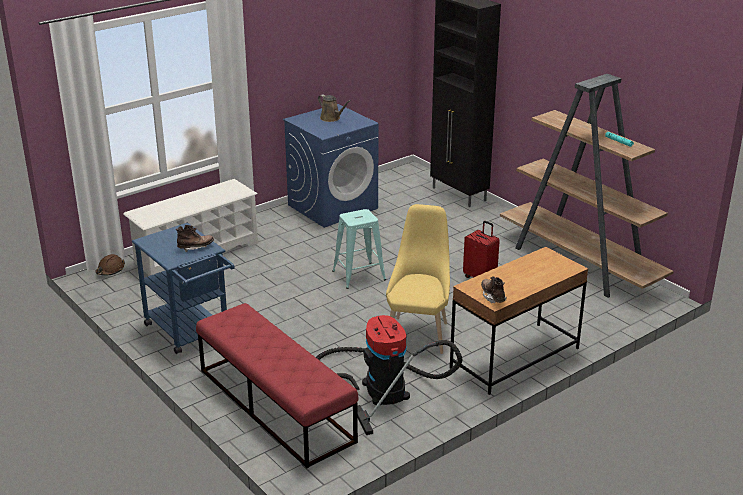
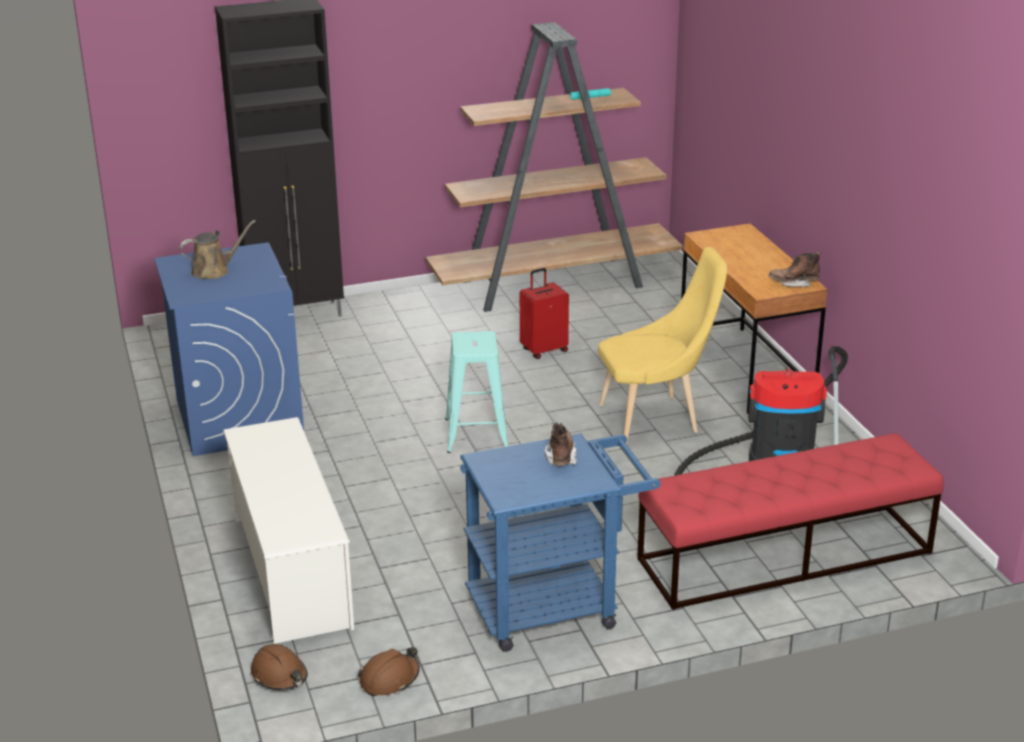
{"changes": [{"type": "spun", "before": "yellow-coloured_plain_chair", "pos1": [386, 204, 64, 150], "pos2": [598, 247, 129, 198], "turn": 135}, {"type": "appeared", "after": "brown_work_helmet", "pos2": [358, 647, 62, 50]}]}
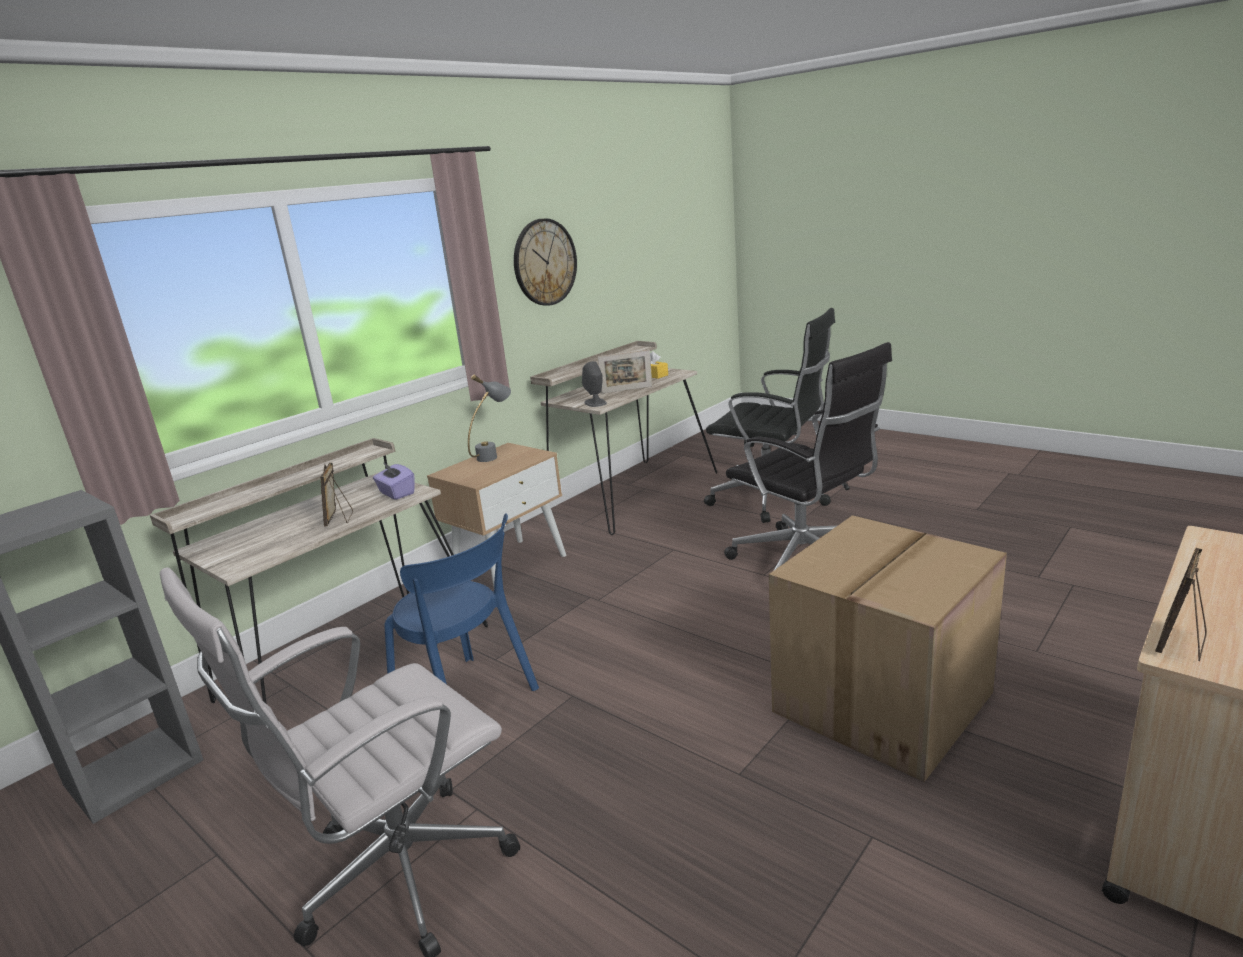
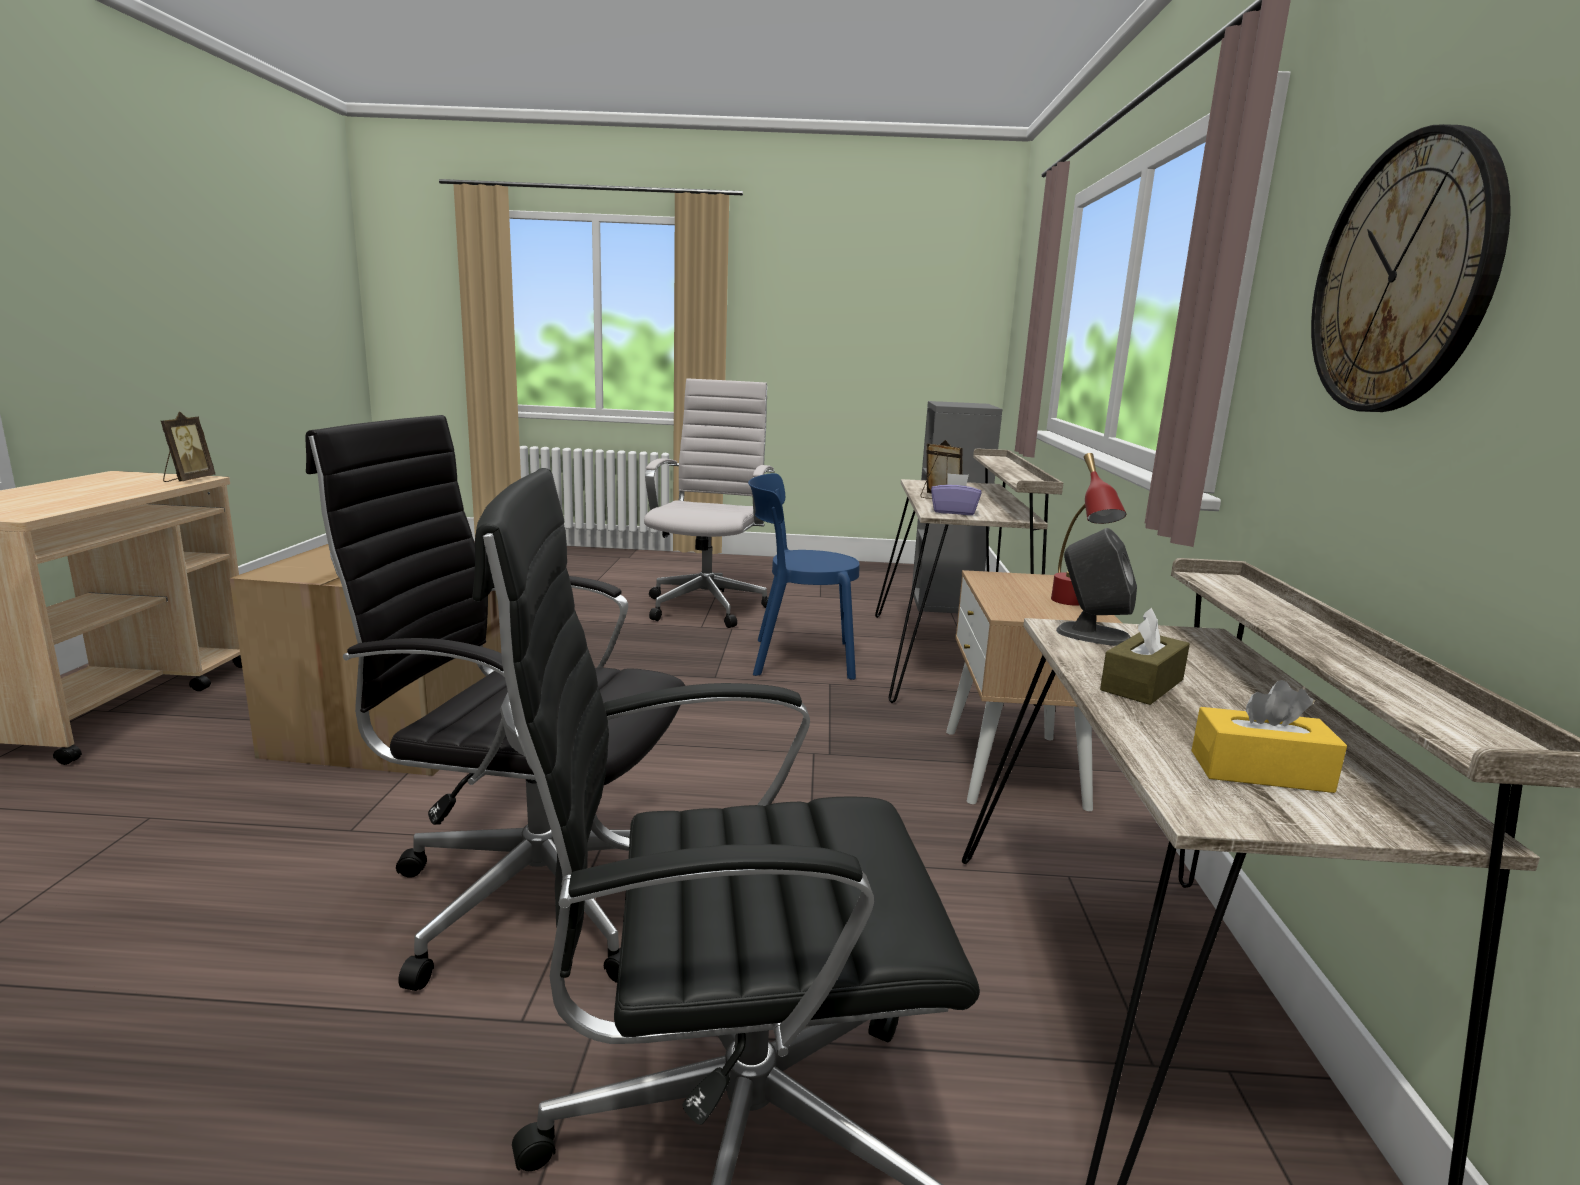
{"changes": [{"type": "colour", "before": "grey_table_lamp", "after": "red-coloured_table_lamp", "pos1": [468, 375, 43, 87], "pos2": [1051, 453, 75, 153]}, {"type": "exchanged", "before": "picture_frame", "after": "brown_tissue_box", "pos1": [598, 350, 54, 43], "pos2": [1100, 608, 90, 97]}]}
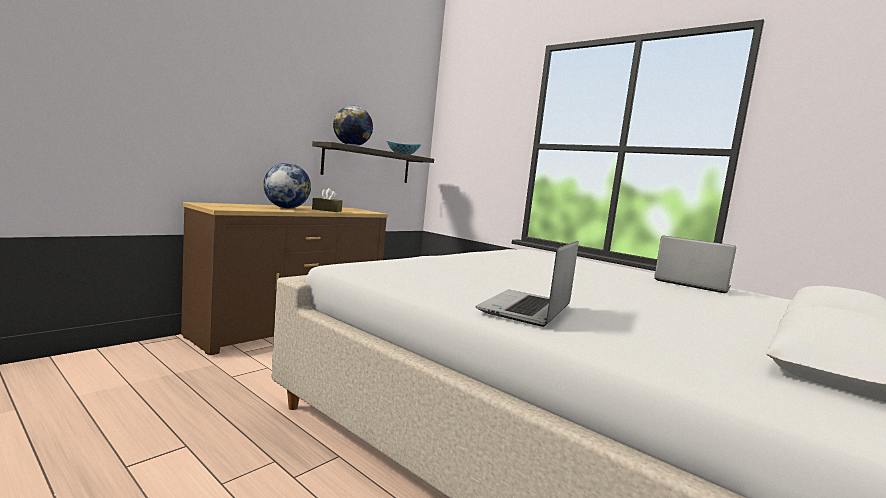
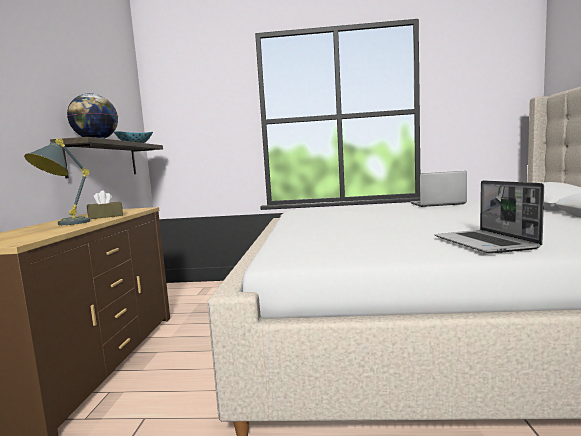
{"changes": [{"type": "exchanged", "before": "desk_globe", "after": "grey_table_lamp", "pos1": [263, 163, 48, 45], "pos2": [24, 138, 66, 87]}]}
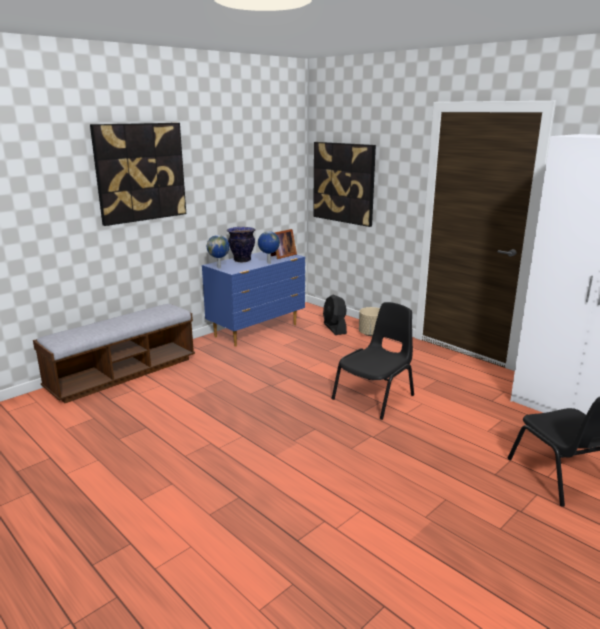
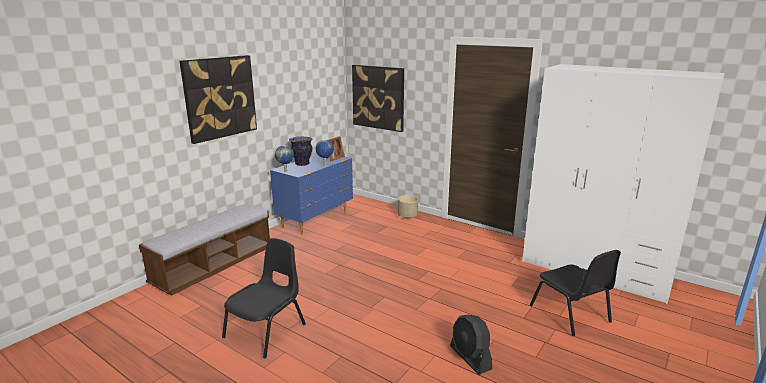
{"changes": [{"type": "relocated", "before": "black_electric_fan", "pos1": [323, 295, 24, 40], "pos2": [450, 315, 42, 60]}, {"type": "relocated", "before": "black_plain_chair", "pos1": [332, 302, 82, 118], "pos2": [222, 238, 84, 120]}]}
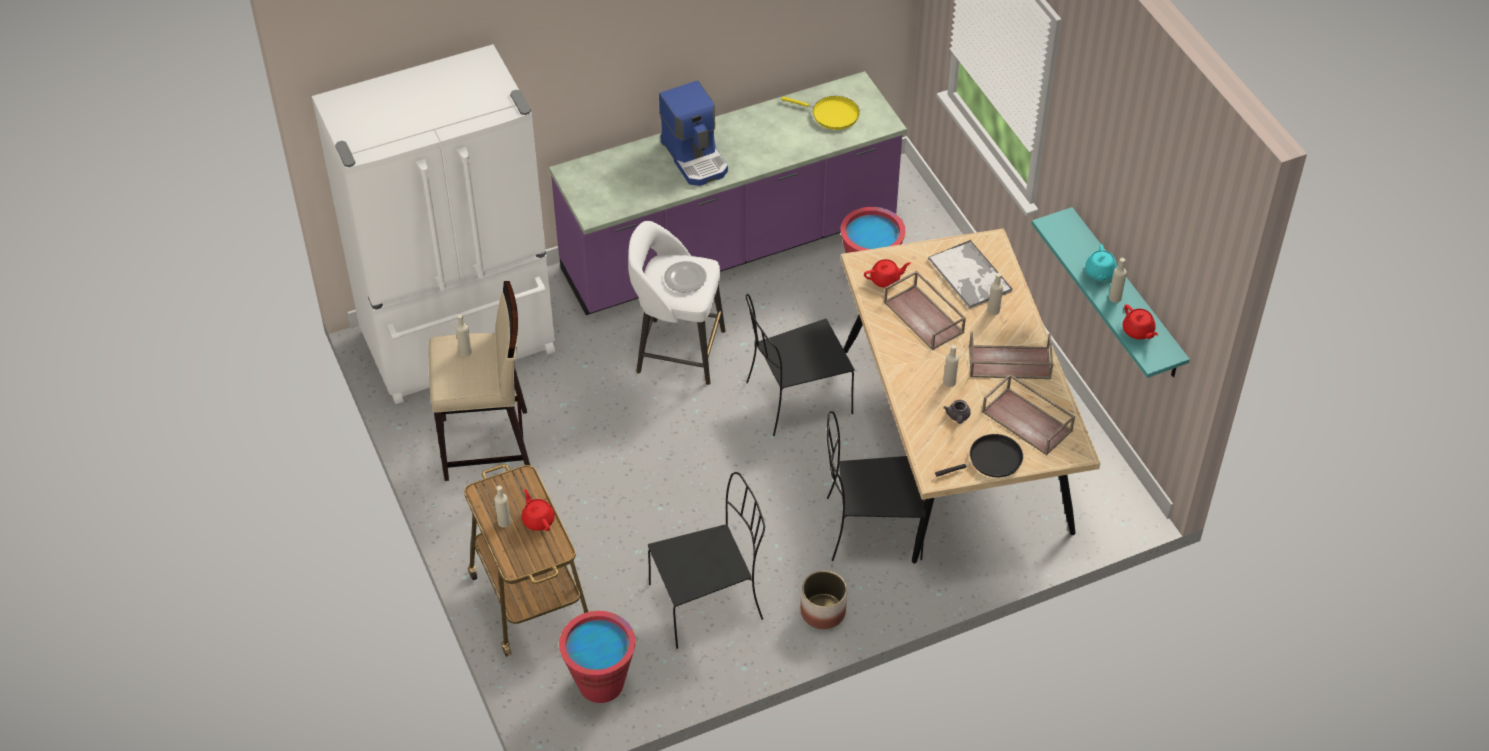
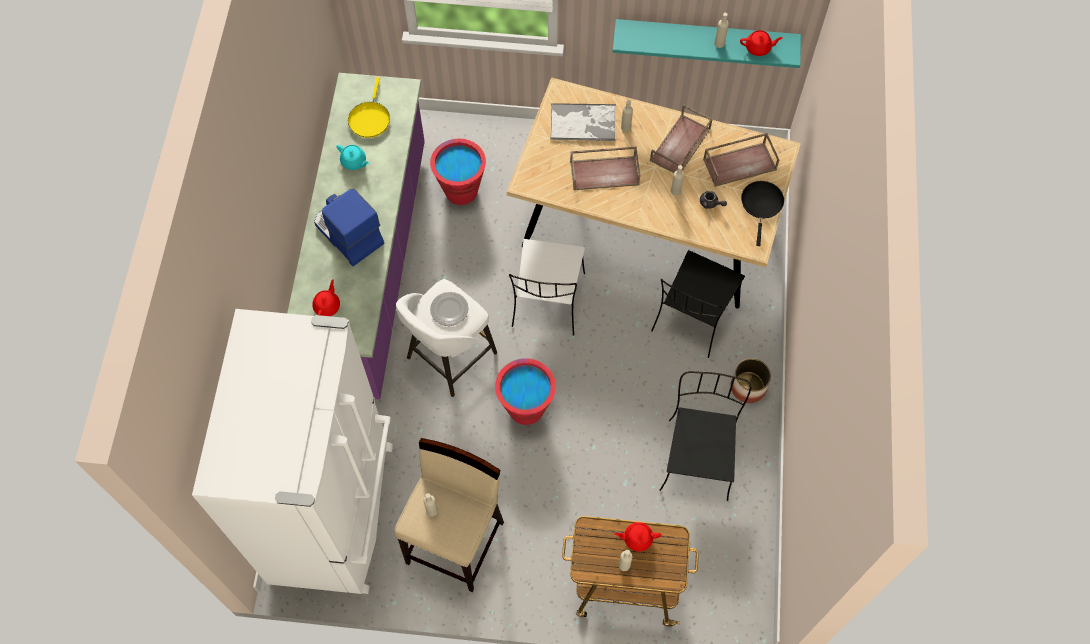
{"changes": [{"type": "relocated", "before": "red-coloured_bucket", "pos1": [559, 611, 77, 92], "pos2": [495, 358, 61, 67]}, {"type": "spun", "before": "coffee_maker", "pos1": [659, 81, 69, 105], "pos2": [314, 189, 70, 77], "turn": -135}, {"type": "colour", "before": "black_plain_chair", "after": "white-coloured_plain_chair", "pos1": [745, 294, 109, 142], "pos2": [509, 239, 76, 97]}, {"type": "spun", "before": "yellow-coloured_skillet", "pos1": [781, 96, 79, 34], "pos2": [348, 77, 42, 61], "turn": 135}, {"type": "relocated", "before": "red-coloured_pot_for_tea", "pos1": [864, 259, 47, 29], "pos2": [312, 279, 28, 37]}, {"type": "relocated", "before": "turquoise_pot_for_tea", "pos1": [1085, 244, 32, 37], "pos2": [336, 145, 33, 25]}]}
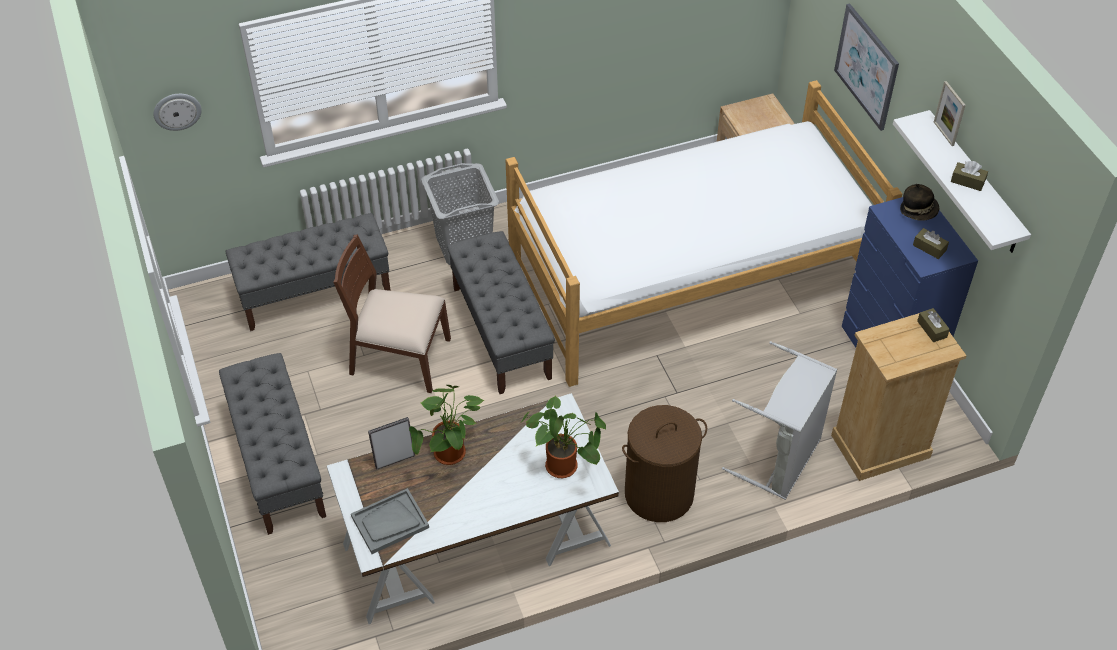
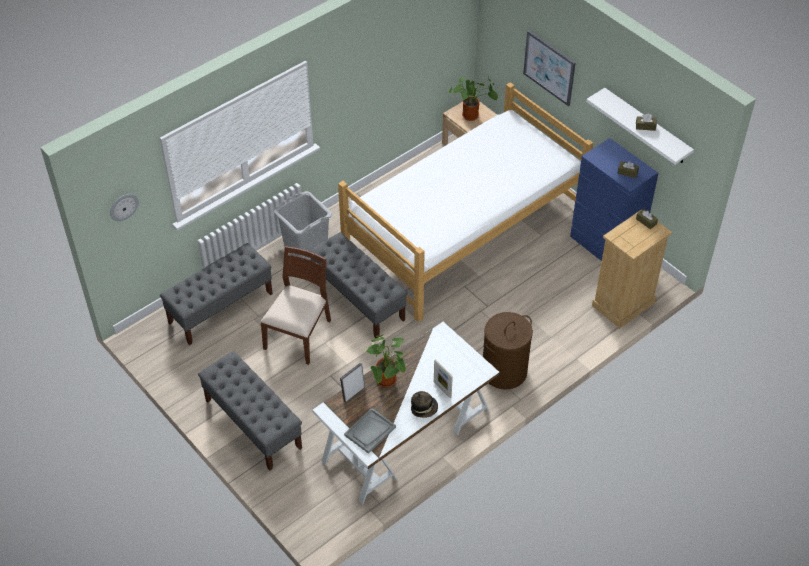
{"changes": [{"type": "spun", "before": "brown_plain_chair", "pos1": [333, 235, 118, 158], "pos2": [261, 246, 70, 119], "turn": 120}, {"type": "relocated", "before": "potted_plant", "pos1": [520, 396, 86, 82], "pos2": [448, 77, 50, 44]}, {"type": "missing", "before": "grey_laundry_basket", "pos1": [722, 341, 115, 159]}, {"type": "relocated", "before": "wearable_hat", "pos1": [900, 184, 39, 37], "pos2": [411, 391, 27, 27]}, {"type": "relocated", "before": "picture_frame", "pos1": [934, 81, 32, 65], "pos2": [434, 359, 19, 39]}]}
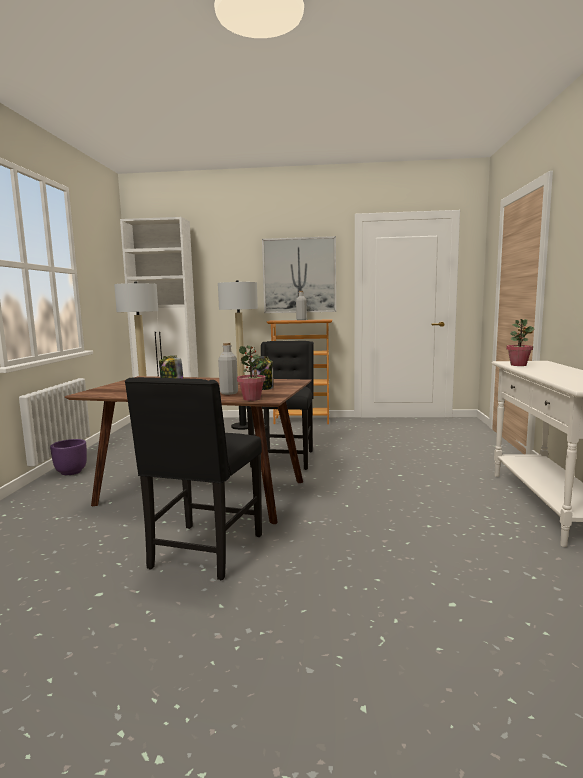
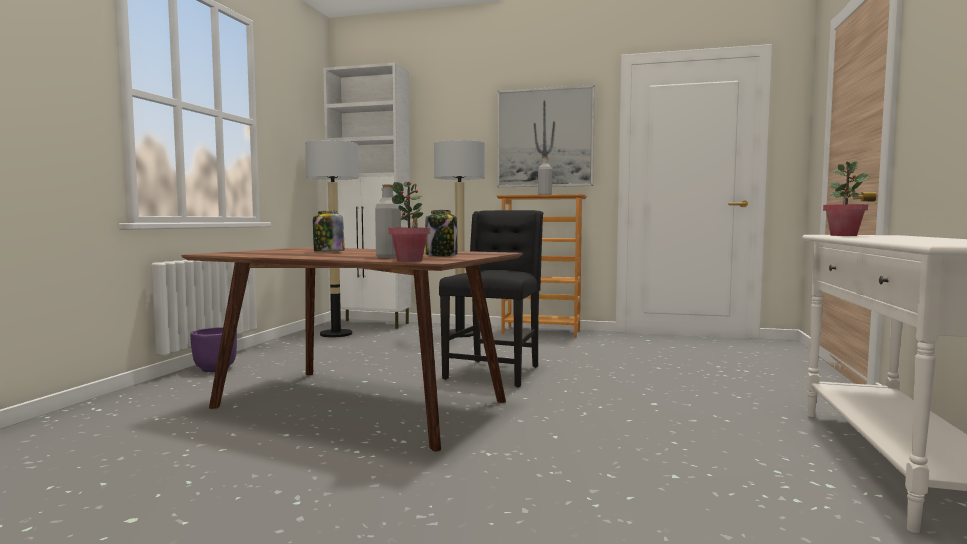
{"changes": [{"type": "missing", "before": "black_plain_chair", "pos1": [125, 377, 137, 203]}]}
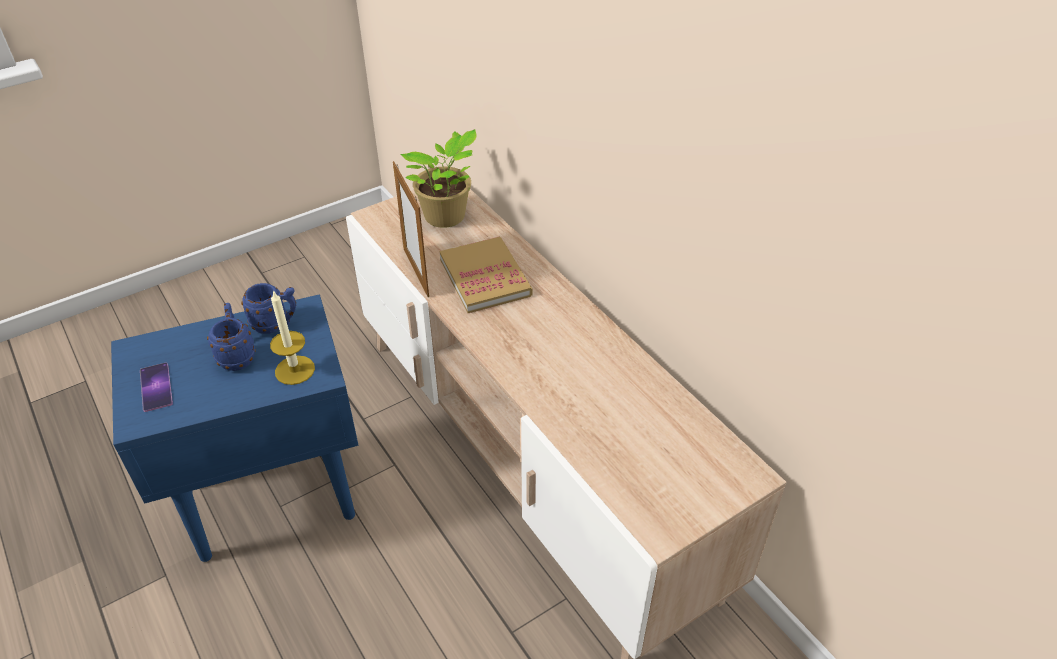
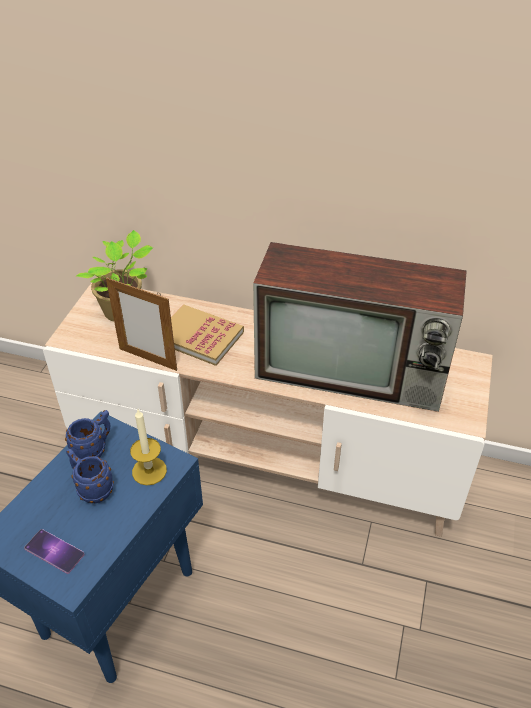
{"changes": [{"type": "appeared", "after": "TV_set", "pos2": [253, 242, 214, 170]}]}
